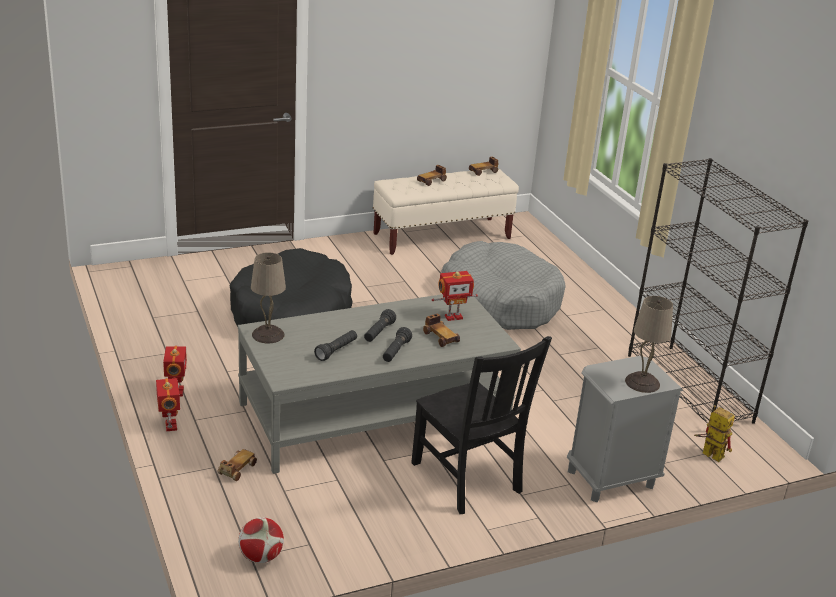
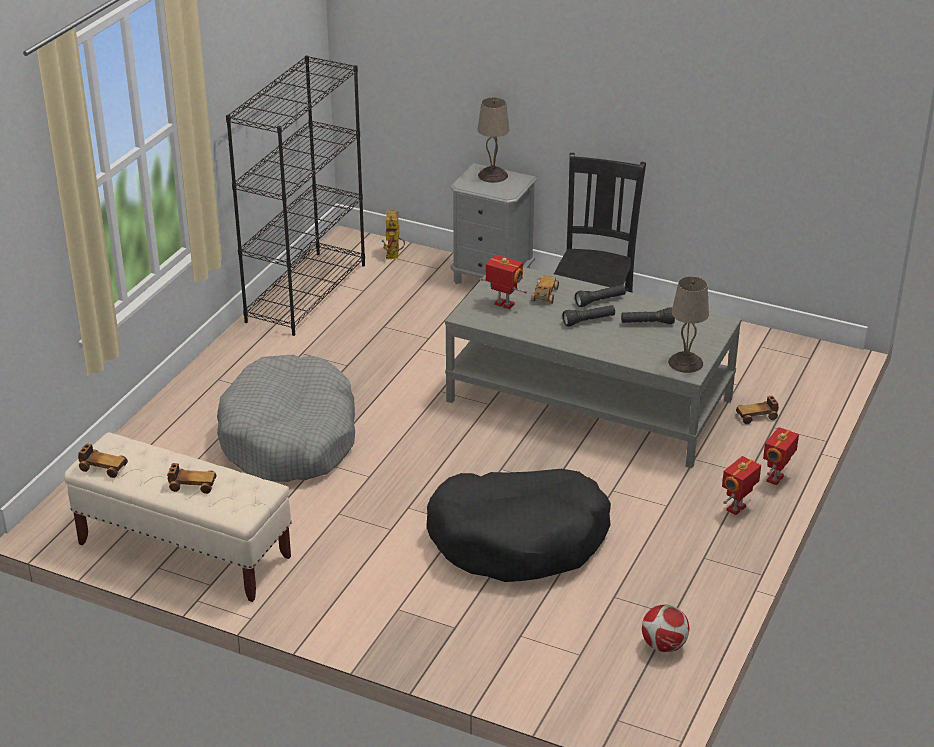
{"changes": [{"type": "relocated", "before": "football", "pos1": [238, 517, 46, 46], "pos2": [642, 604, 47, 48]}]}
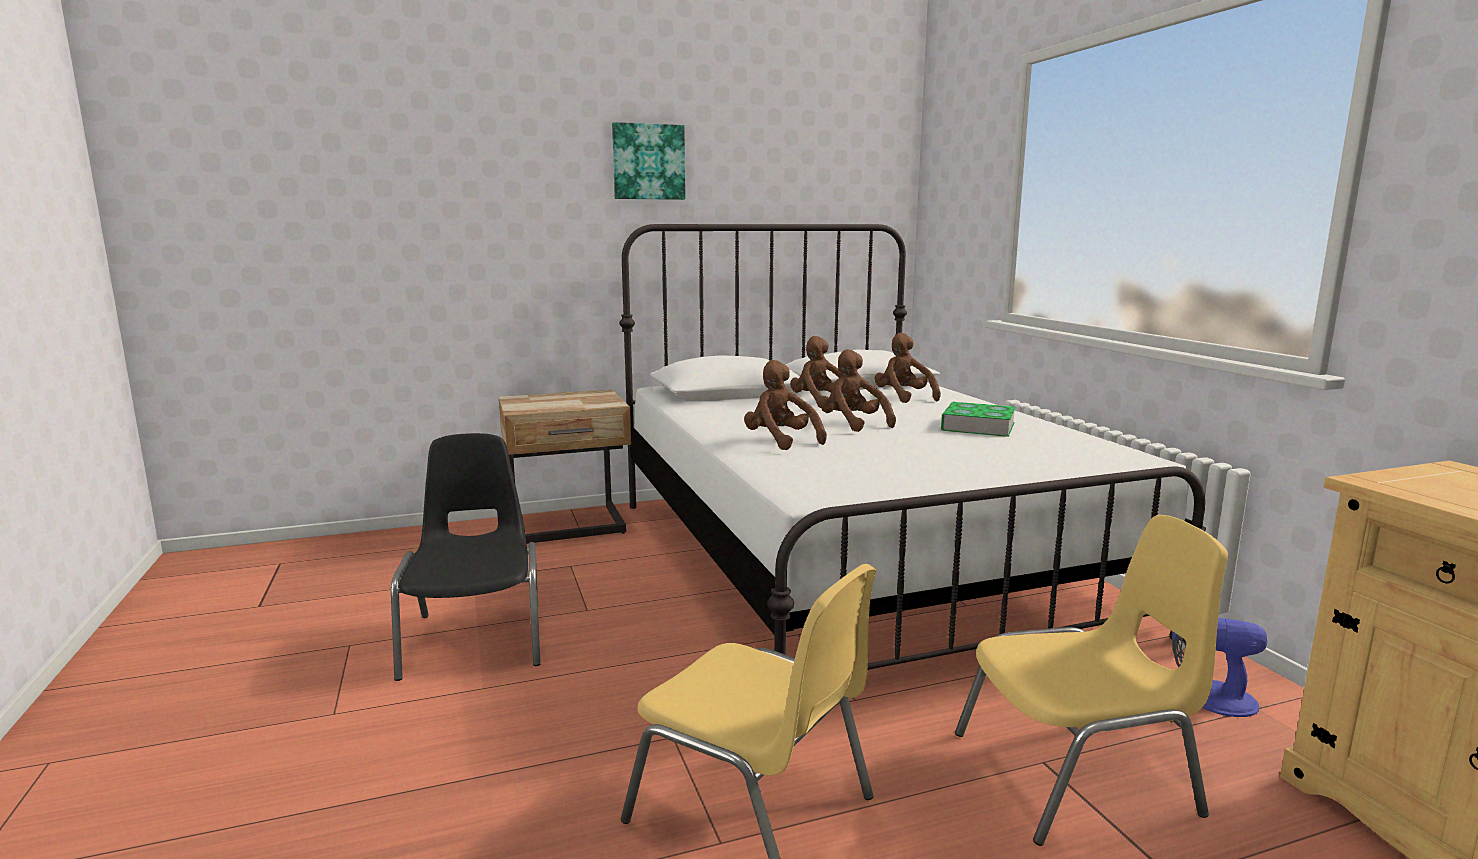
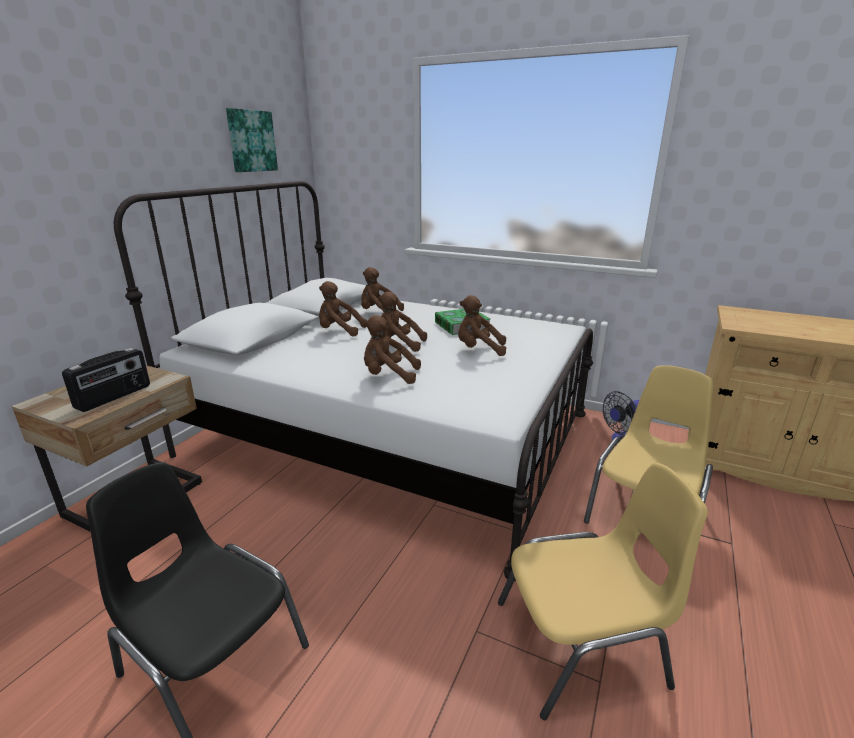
{"changes": [{"type": "relocated", "before": "picture", "pos1": [612, 122, 73, 78], "pos2": [226, 108, 52, 64]}, {"type": "appeared", "after": "radio_set", "pos2": [62, 348, 88, 64]}, {"type": "appeared", "after": "brown_soft_toy", "pos2": [458, 295, 48, 61]}]}
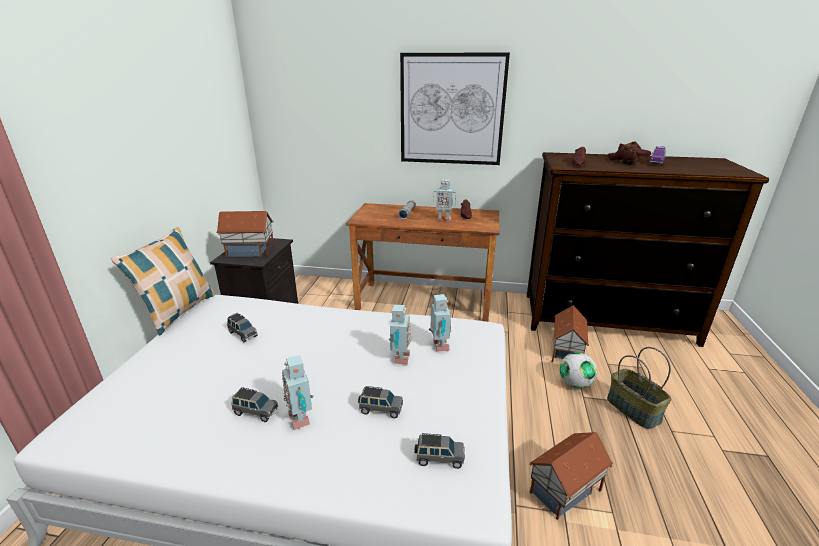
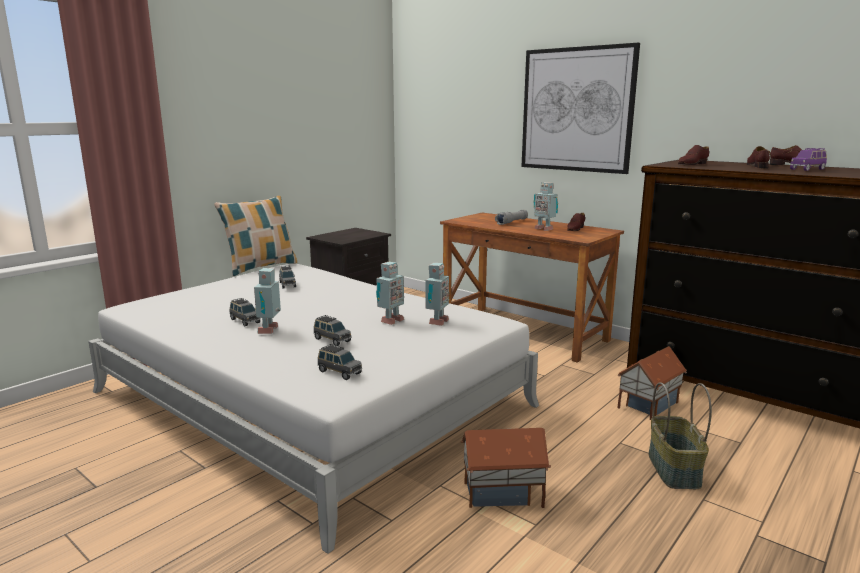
{"changes": [{"type": "missing", "before": "toy_house", "pos1": [216, 211, 58, 46]}, {"type": "missing", "before": "football", "pos1": [559, 352, 38, 36]}]}
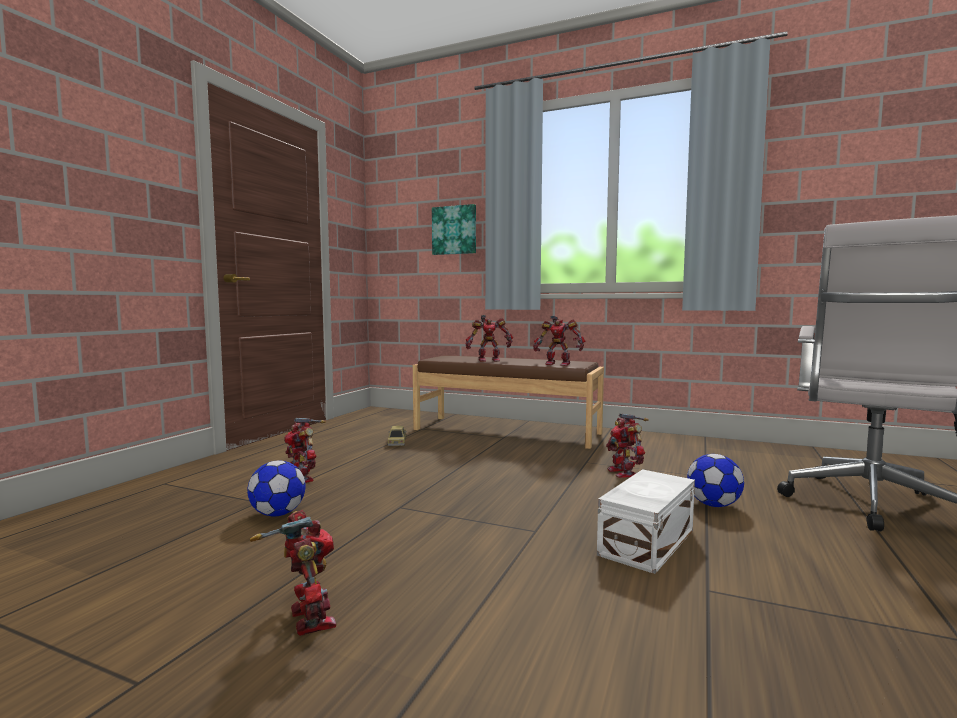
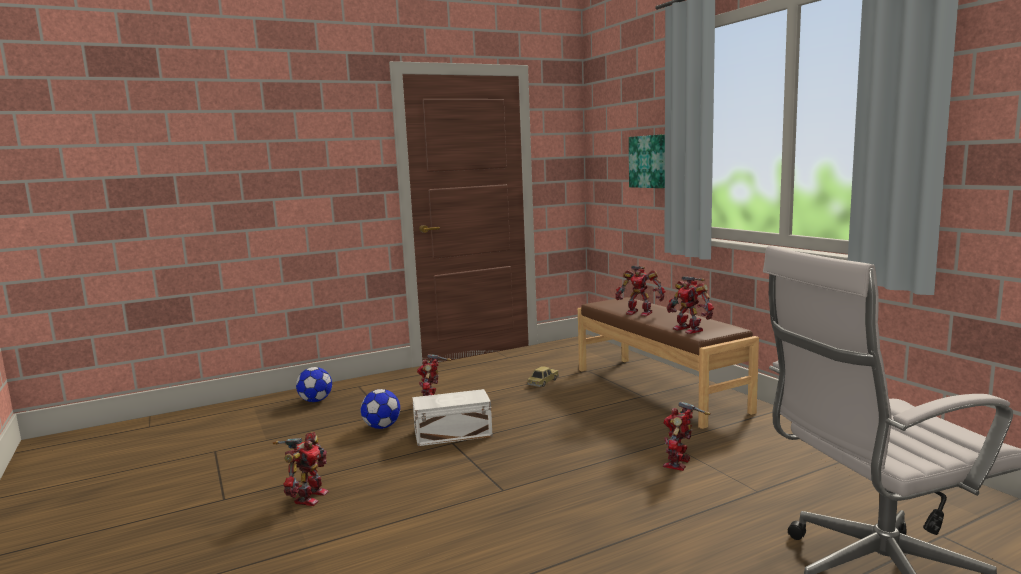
{"changes": [{"type": "relocated", "before": "white-coloured_storage_container", "pos1": [597, 469, 98, 105], "pos2": [412, 389, 81, 57]}, {"type": "relocated", "before": "football", "pos1": [687, 454, 57, 53], "pos2": [296, 367, 36, 35]}]}
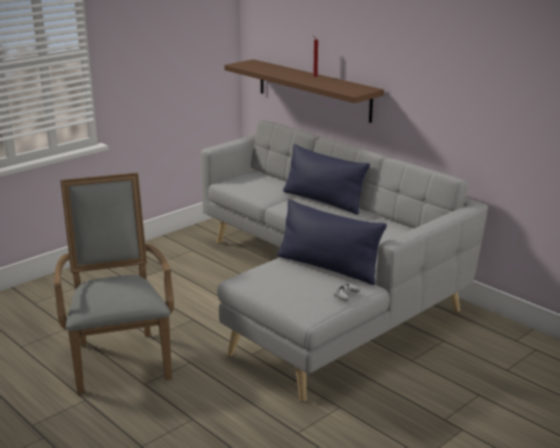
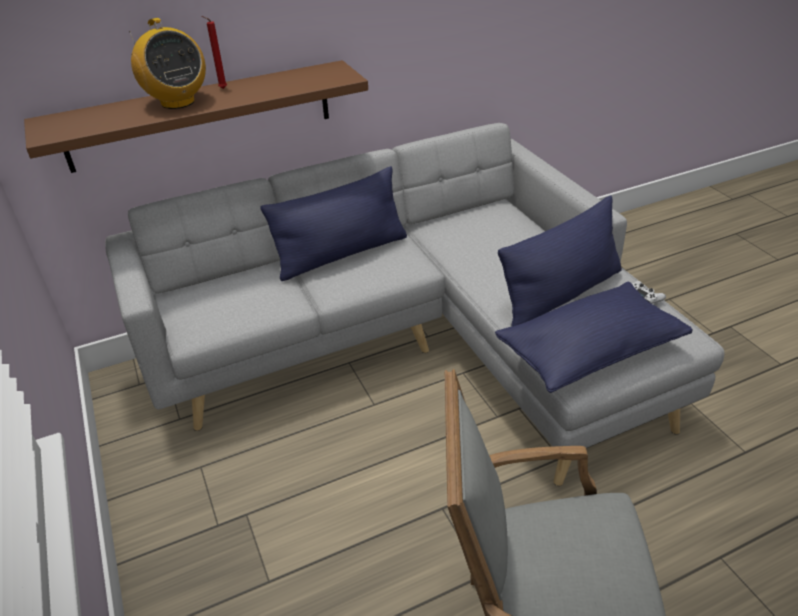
{"changes": [{"type": "appeared", "after": "radio_set", "pos2": [129, 18, 77, 91]}, {"type": "appeared", "after": "blue-coloured_throw_pillow", "pos2": [495, 282, 198, 111]}]}
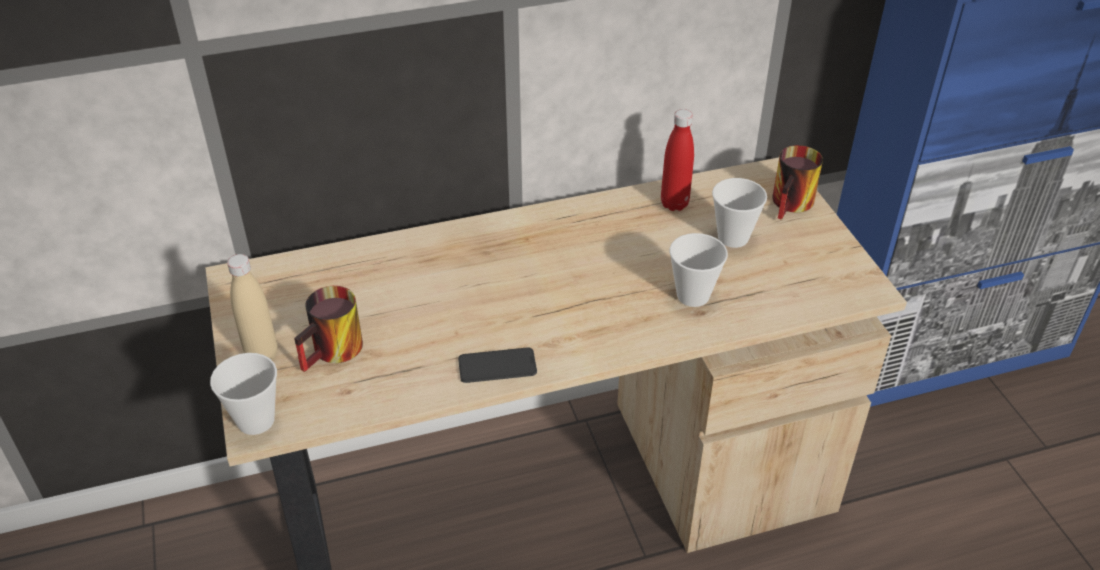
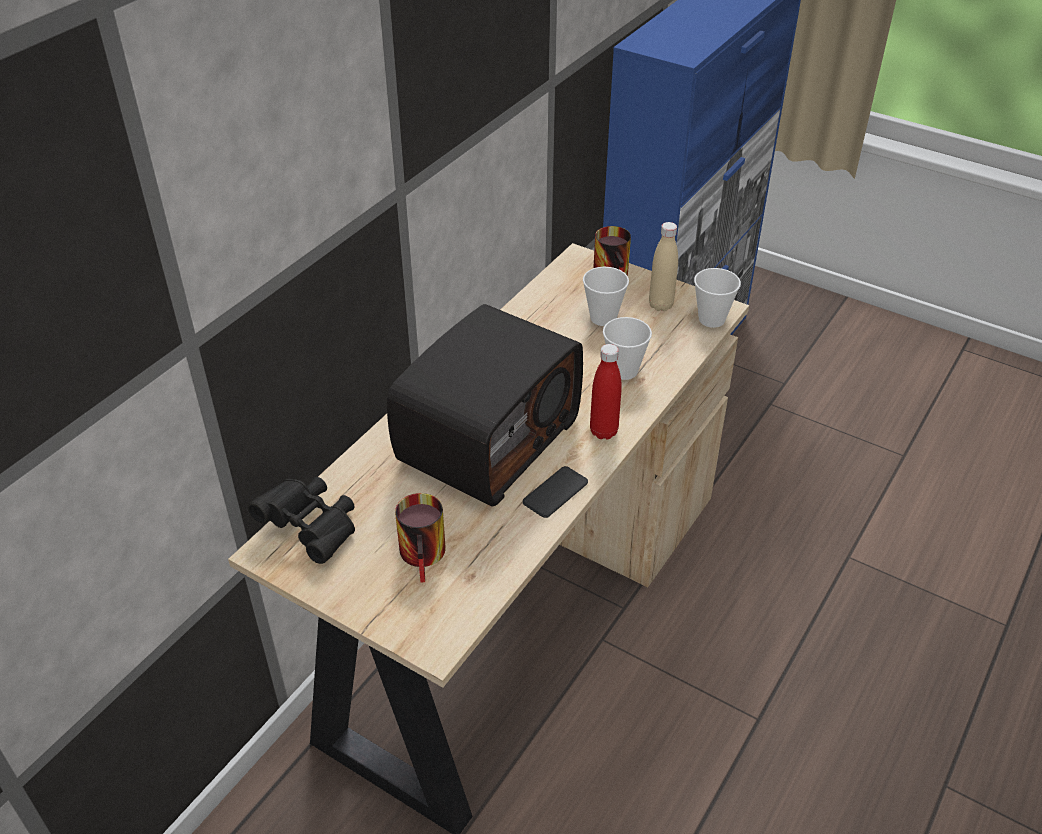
{"changes": [{"type": "relocated", "before": "small_cup", "pos1": [210, 353, 67, 82], "pos2": [694, 268, 47, 60]}, {"type": "relocated", "before": "sand-coloured_drink_bottle", "pos1": [227, 254, 51, 105], "pos2": [649, 222, 29, 89]}, {"type": "relocated", "before": "red-coloured_drink_bottle", "pos1": [661, 109, 33, 102], "pos2": [590, 344, 32, 96]}, {"type": "appeared", "after": "black_pair_of_binoculars", "pos2": [248, 477, 107, 87]}, {"type": "appeared", "after": "radio_set", "pos2": [387, 304, 196, 202]}]}
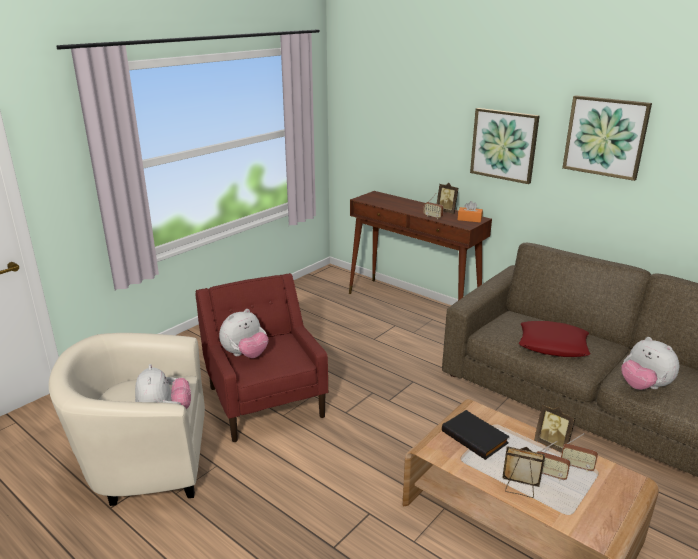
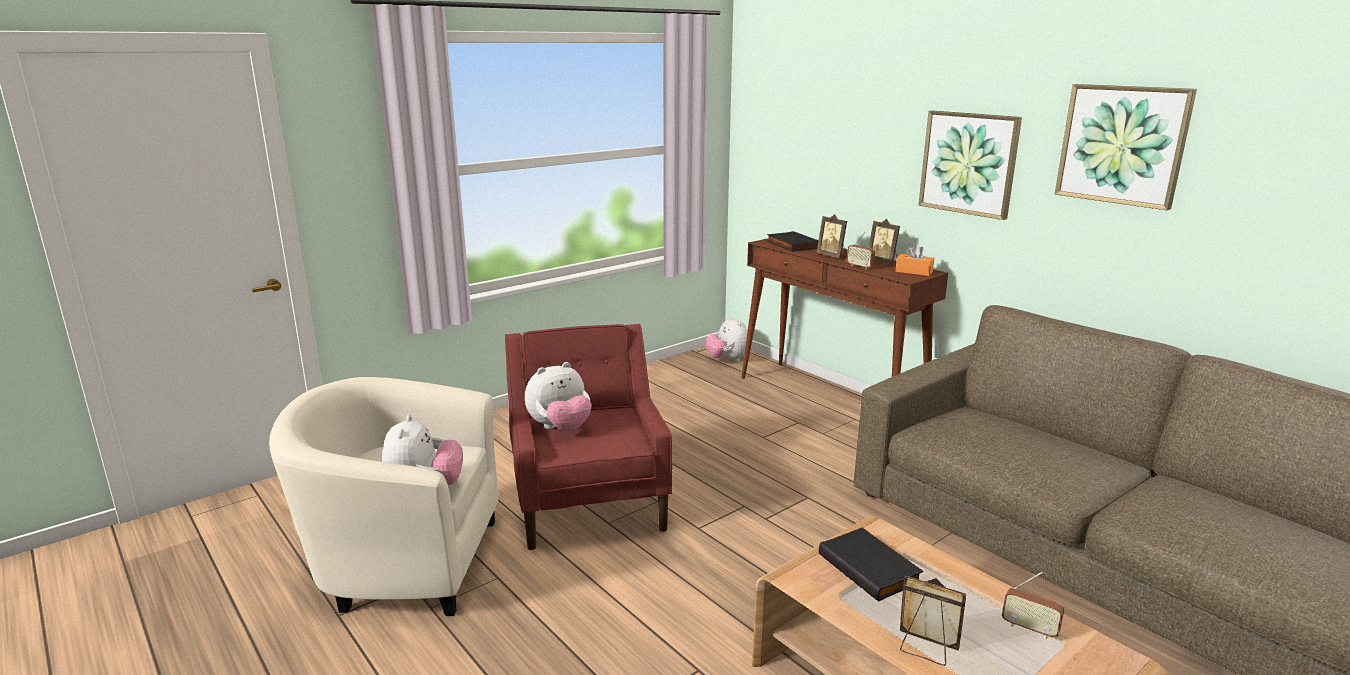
{"changes": [{"type": "missing", "before": "red-coloured_throw_pillow", "pos1": [519, 321, 72, 36]}, {"type": "relocated", "before": "picture_frame", "pos1": [534, 404, 42, 49], "pos2": [817, 214, 30, 44]}, {"type": "missing", "before": "radio_set", "pos1": [536, 441, 34, 40]}, {"type": "relocated", "before": "soft_toy", "pos1": [621, 337, 58, 53], "pos2": [706, 316, 42, 46]}, {"type": "appeared", "after": "black_bound_book", "pos2": [767, 231, 51, 21]}]}
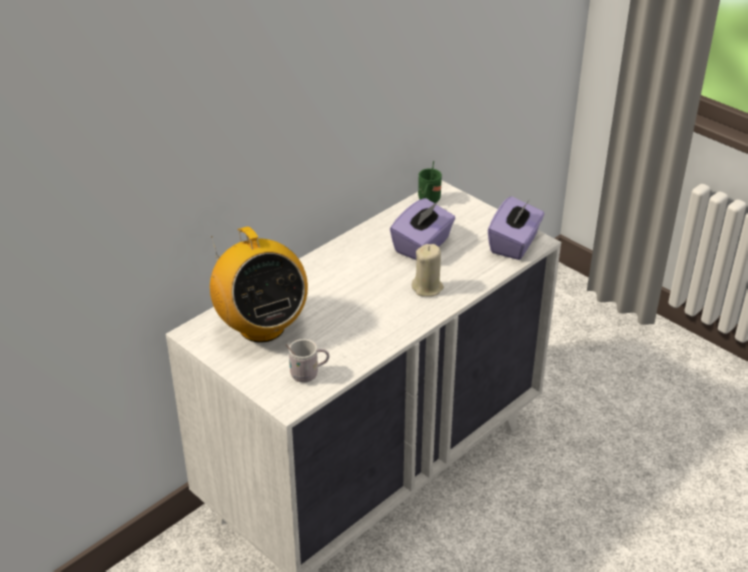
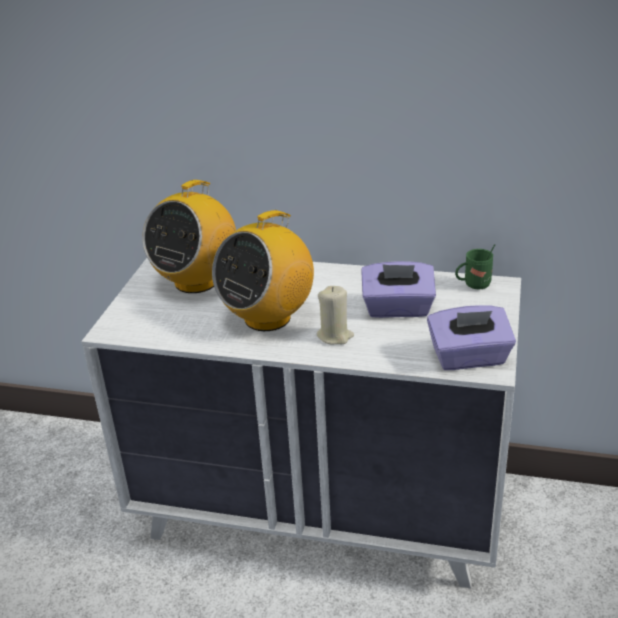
{"changes": [{"type": "missing", "before": "white-coloured_tea_mug", "pos1": [285, 339, 44, 43]}, {"type": "appeared", "after": "radio_set", "pos2": [212, 210, 102, 121]}]}
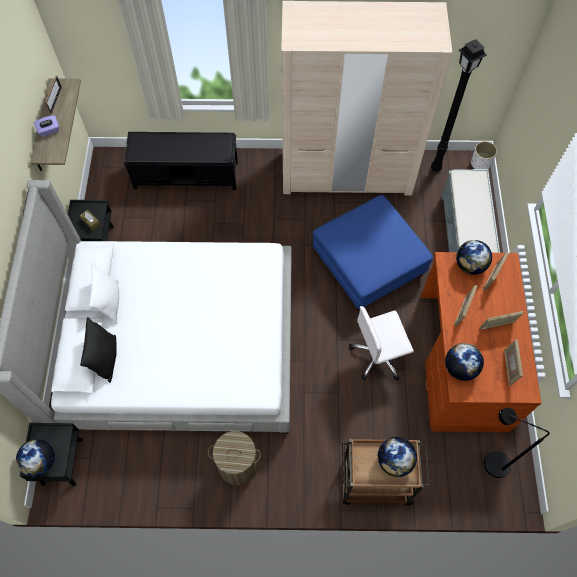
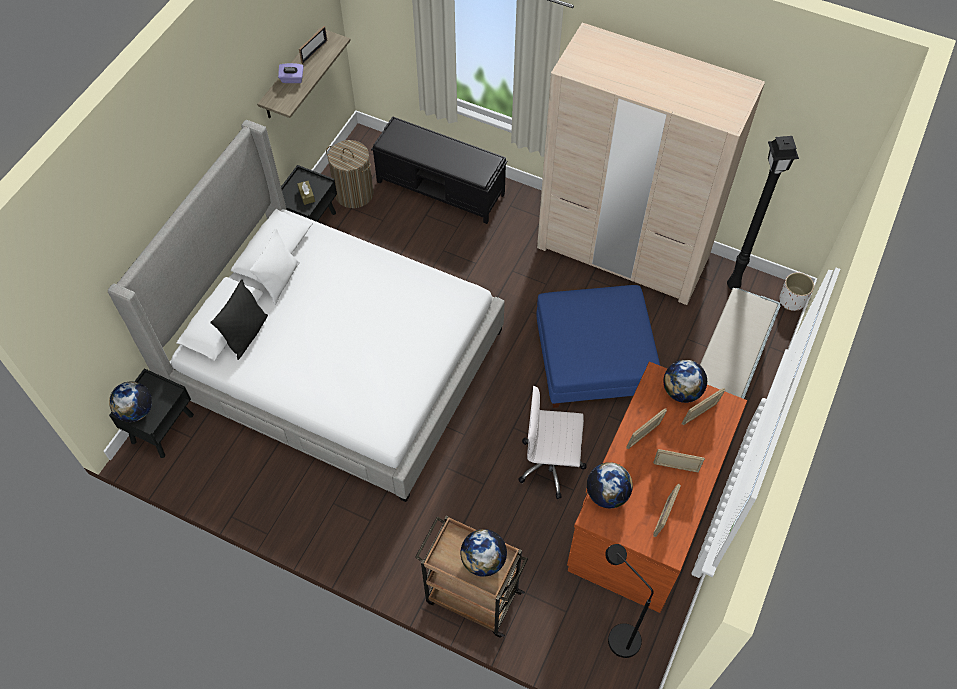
{"changes": [{"type": "relocated", "before": "laundry_basket", "pos1": [208, 431, 53, 54], "pos2": [326, 140, 48, 68]}]}
